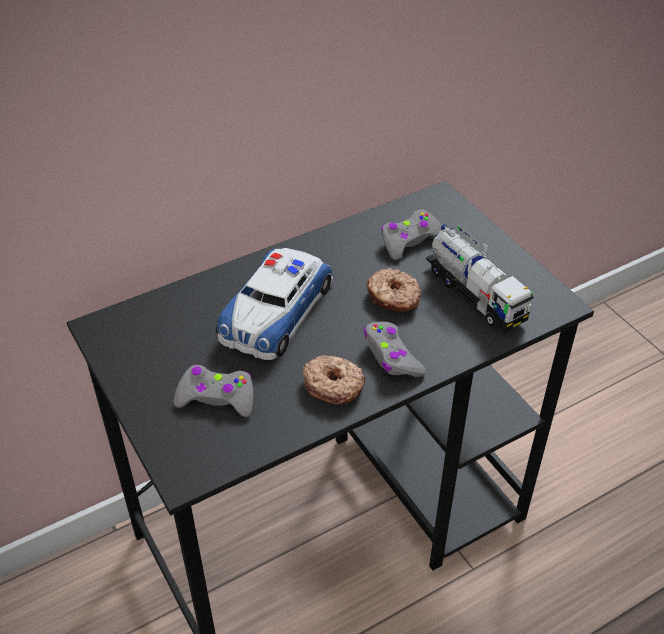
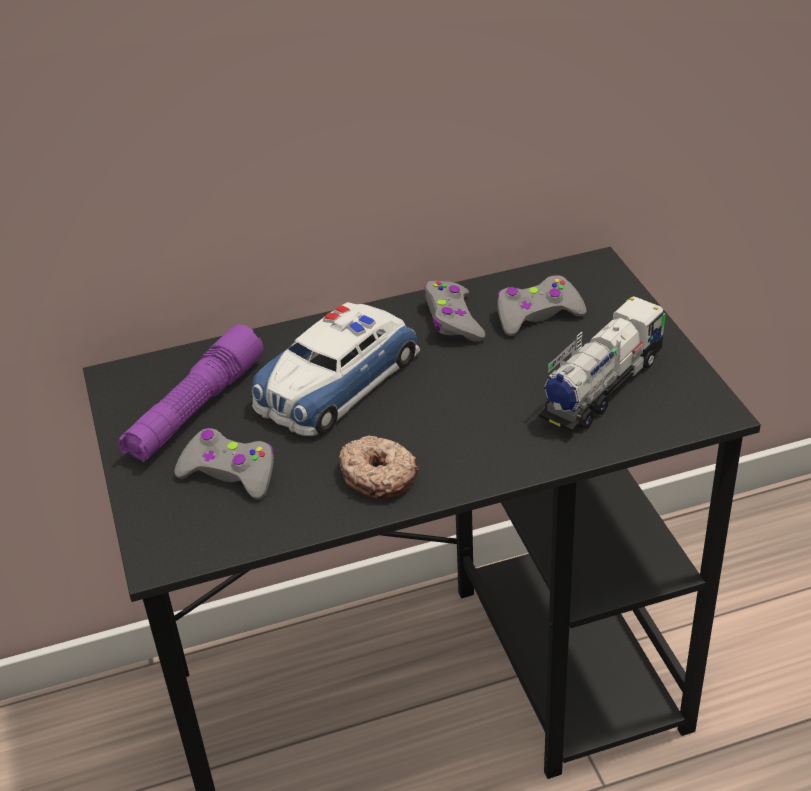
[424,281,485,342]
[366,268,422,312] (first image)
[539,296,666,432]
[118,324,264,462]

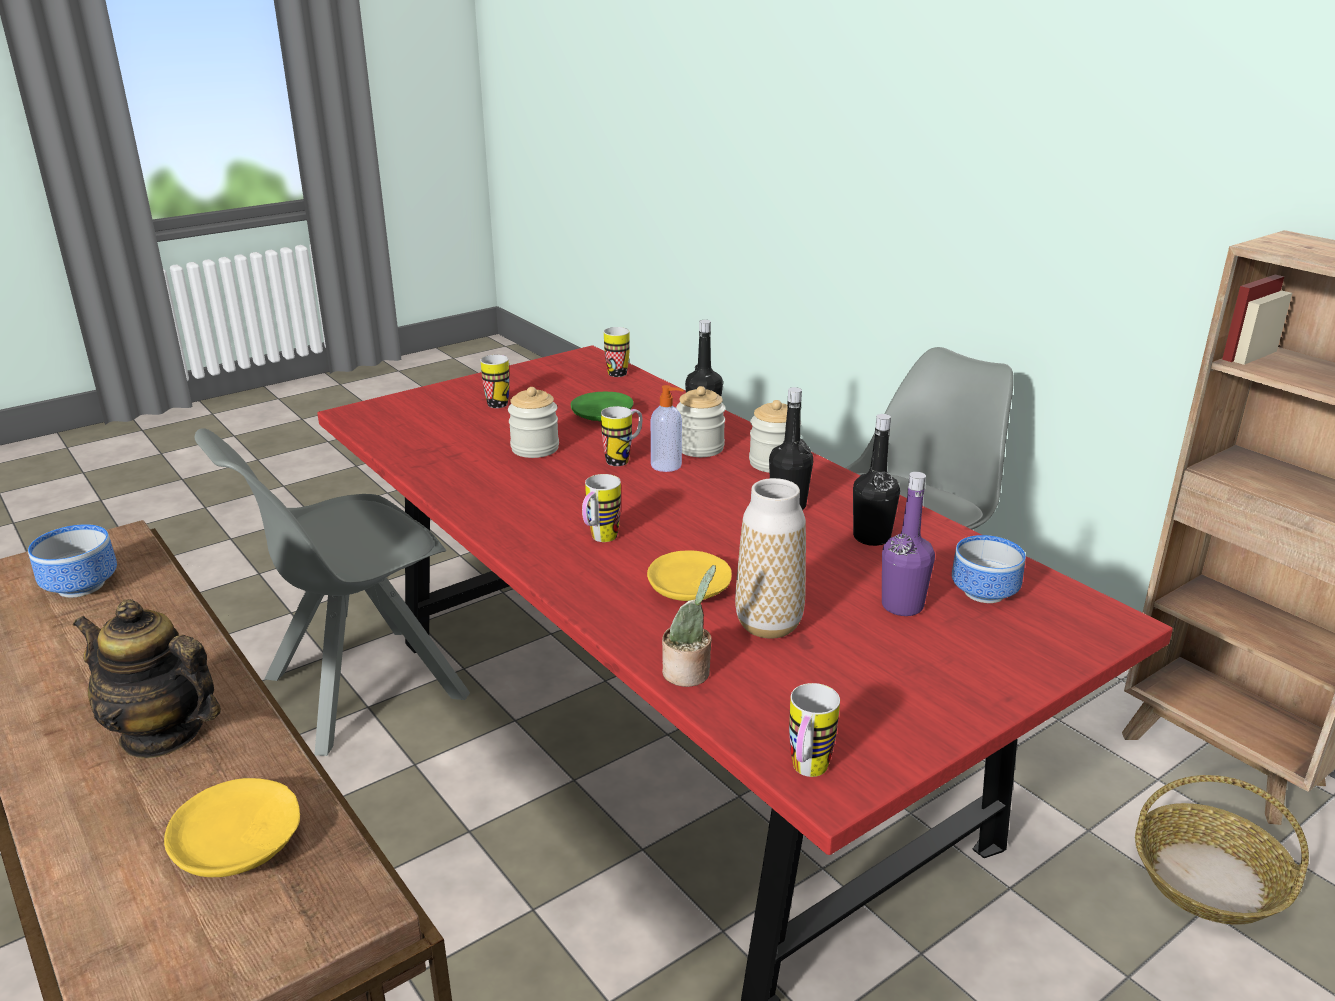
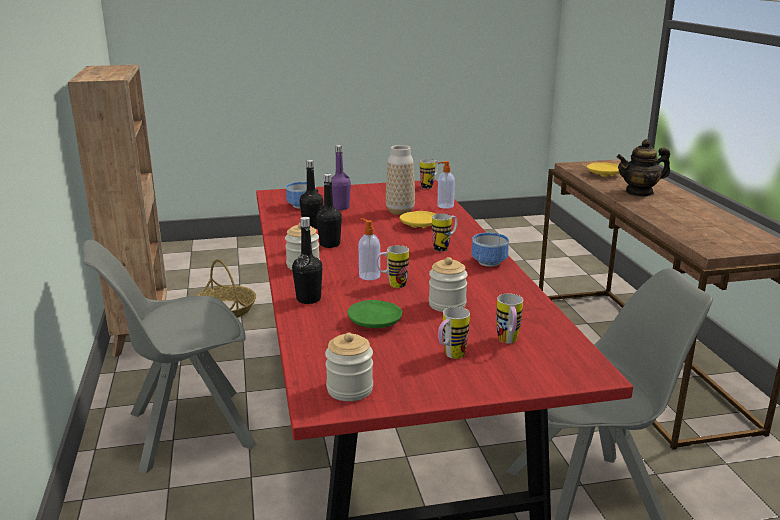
[471,233,509,267]
[617,139,670,197]
[496,294,523,343]
[437,161,455,209]
[325,333,373,401]

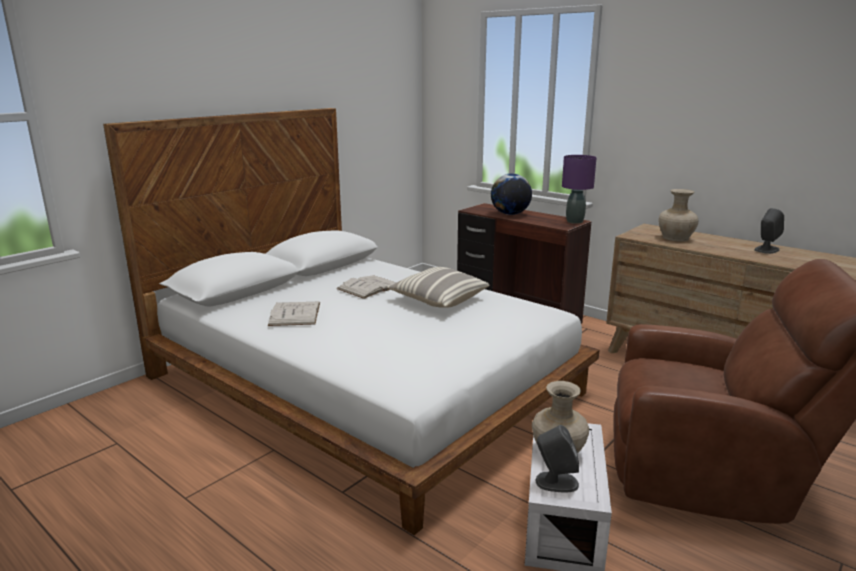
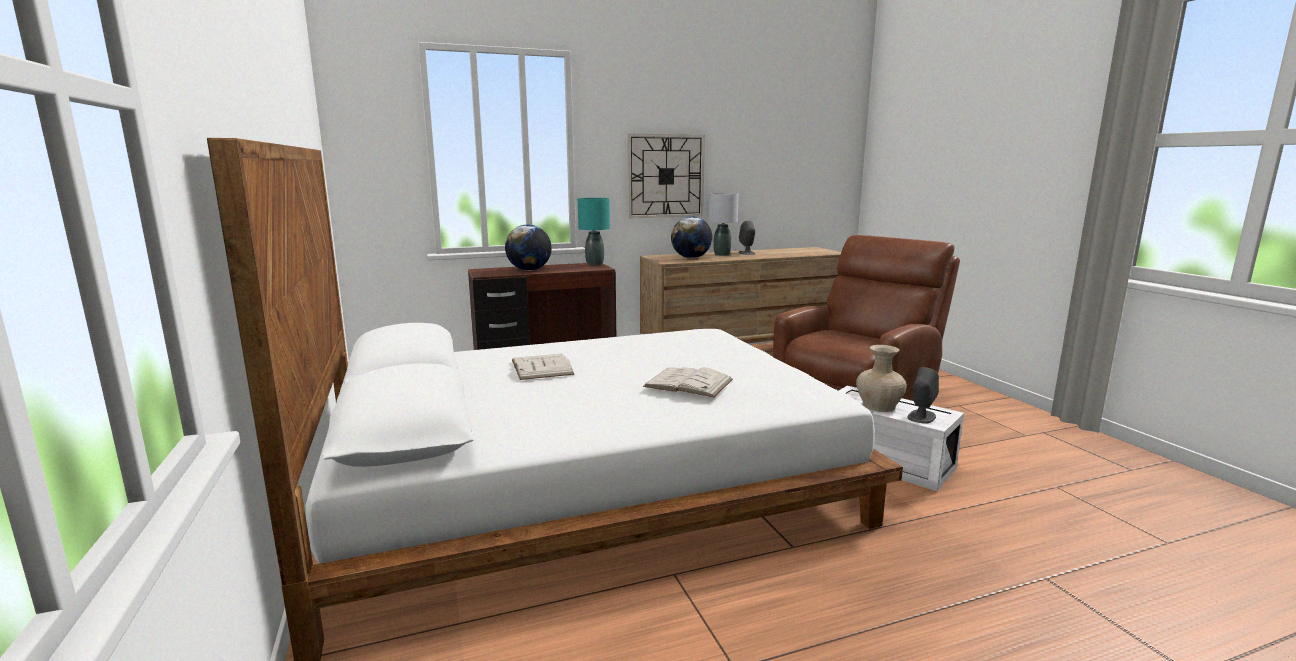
[643,367,733,397]
[387,267,489,308] (first image)
[578,198,610,266]
[671,216,712,258]
[627,134,705,218]
[708,193,739,256]

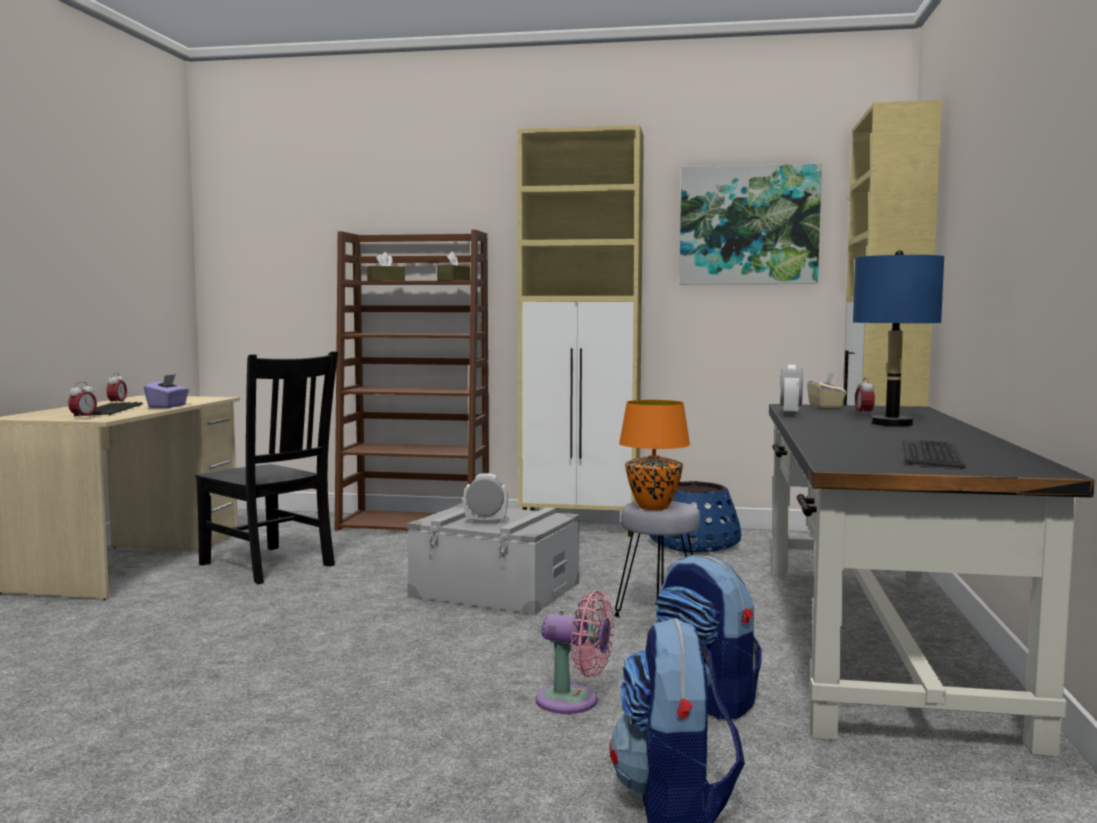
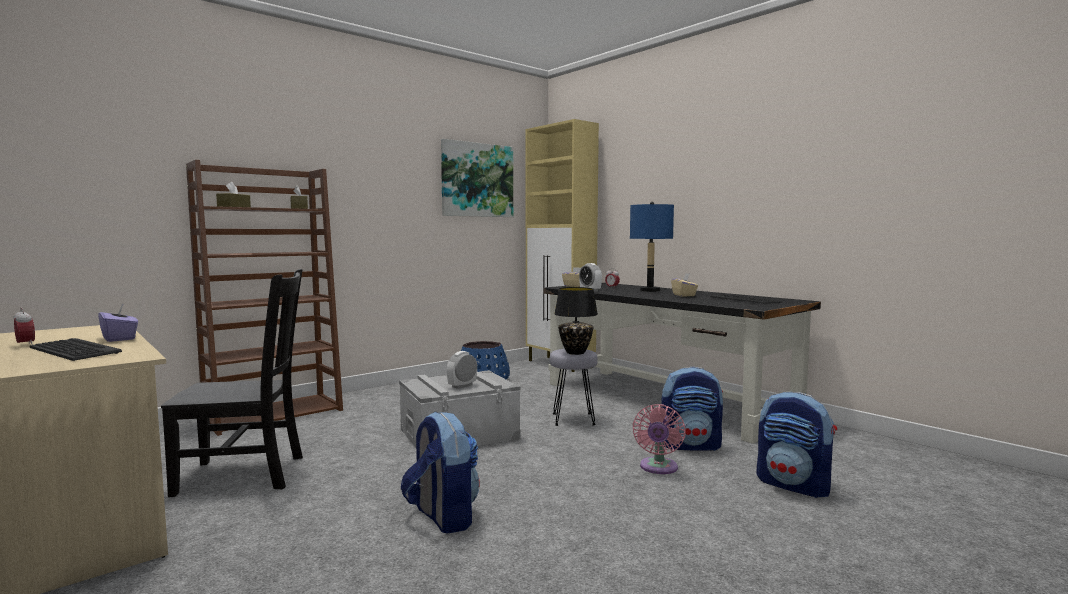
[68,382,97,420] (first image)
[518,125,644,537] (first image)
[632,404,686,474]
[554,287,598,355]
[401,411,480,533]
[671,273,698,296]

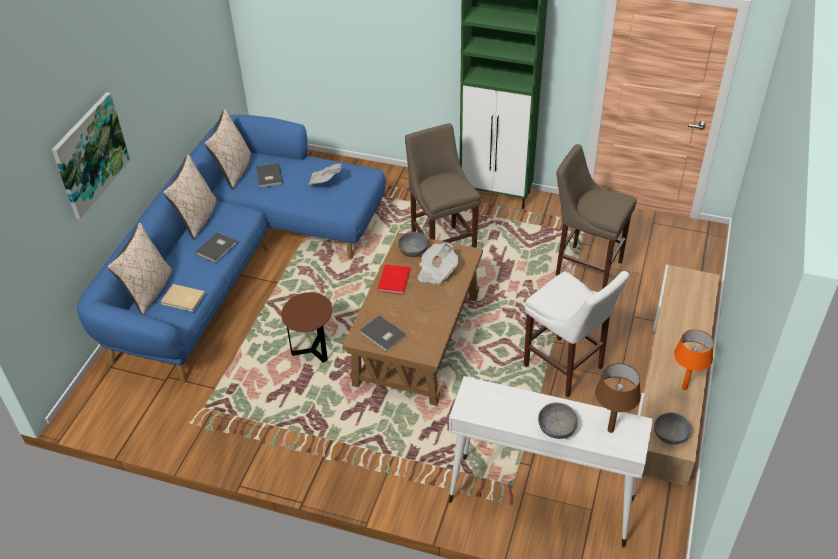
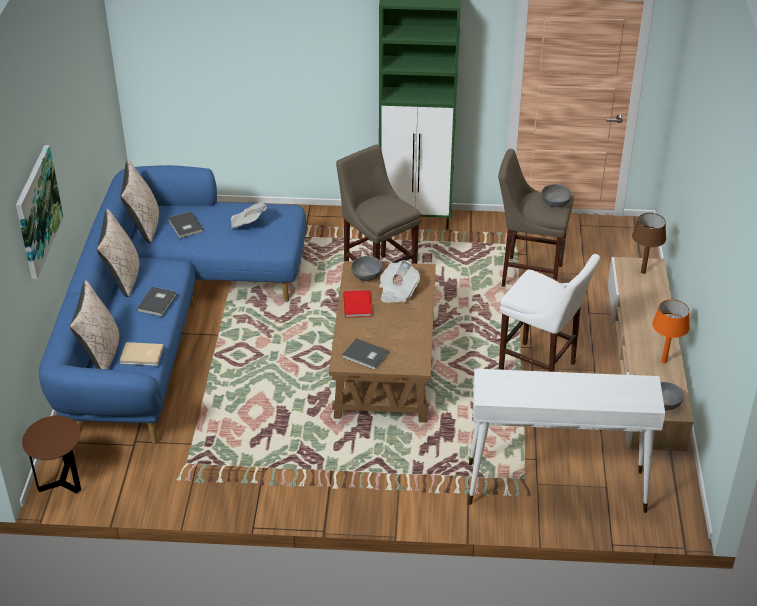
[22,416,81,494]
[541,184,572,207]
[632,213,666,274]

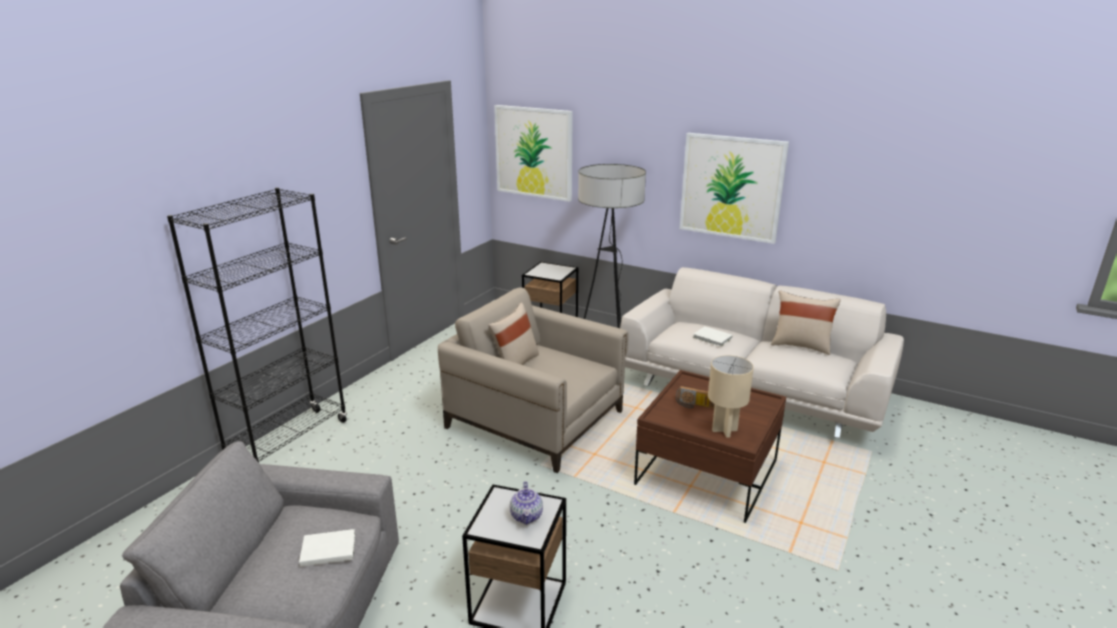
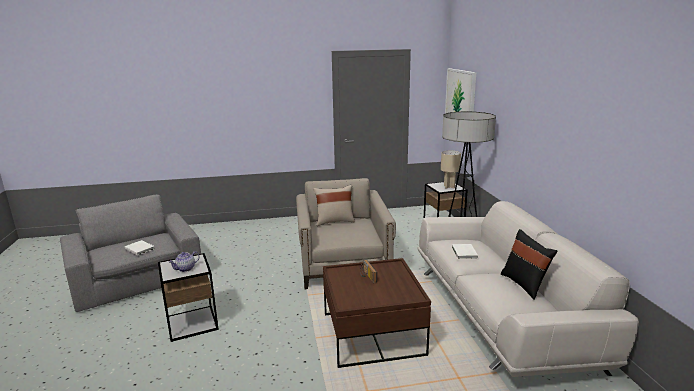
[167,187,347,462] (first image)
[680,133,789,244] (first image)
[441,151,461,189]
[501,229,557,300]

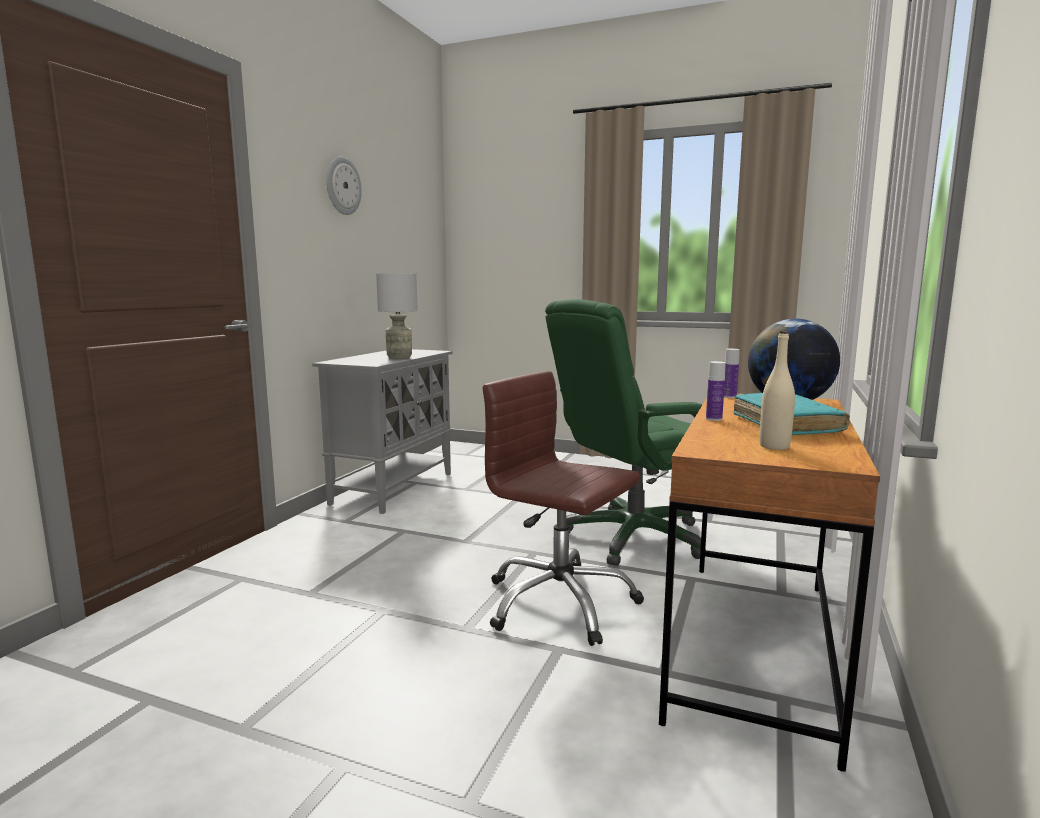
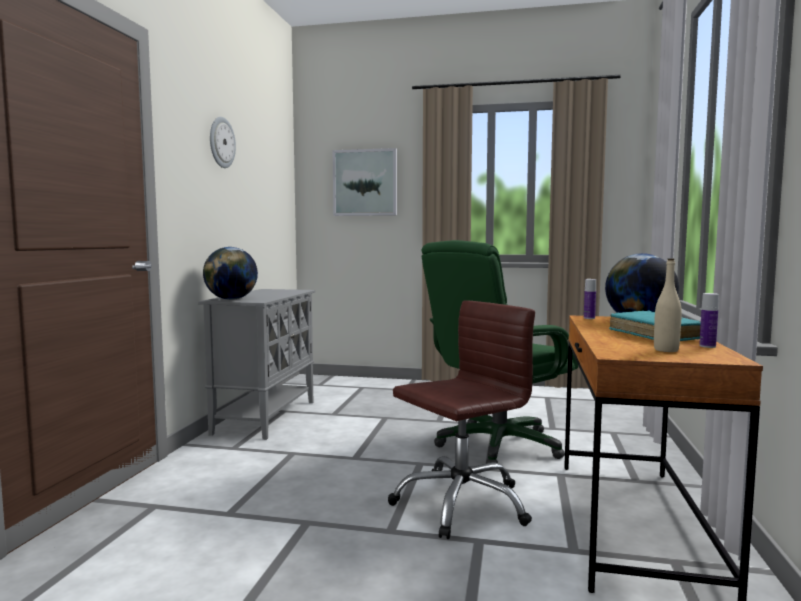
[376,273,418,359] (first image)
[388,300,535,539]
[699,293,719,348]
[203,247,258,300]
[333,148,397,216]

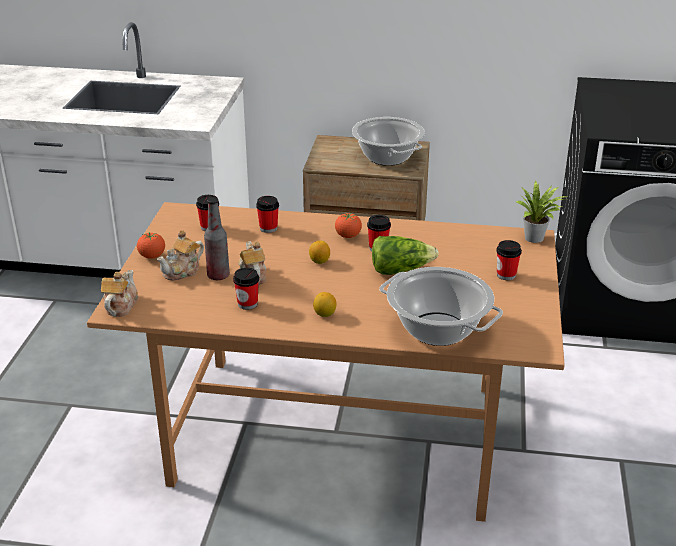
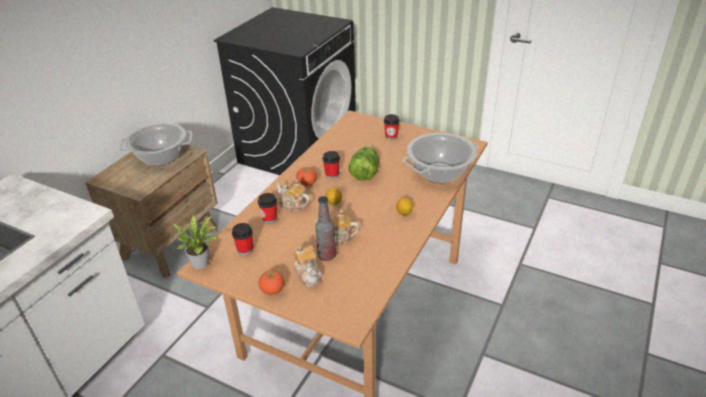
[276,178,310,212]
[233,268,259,310] (first image)
[173,215,218,269]

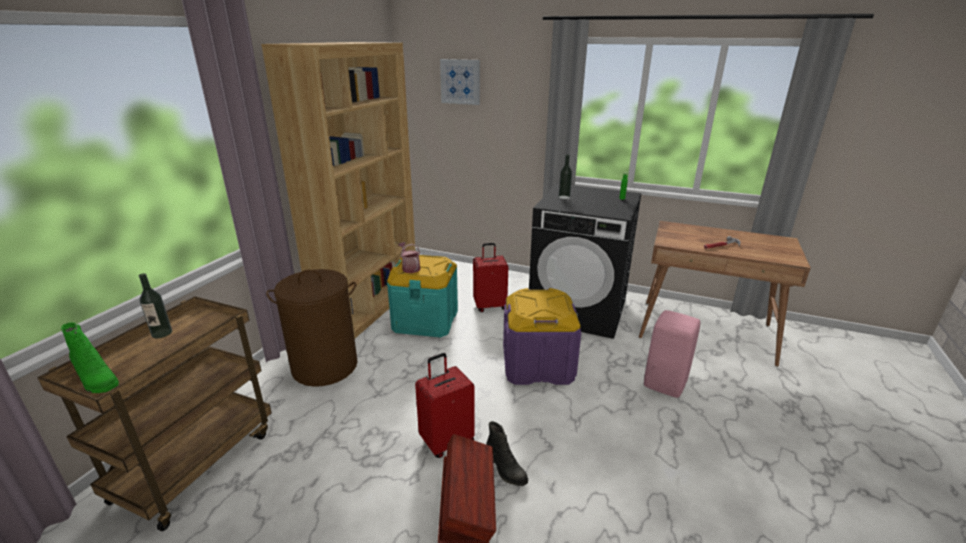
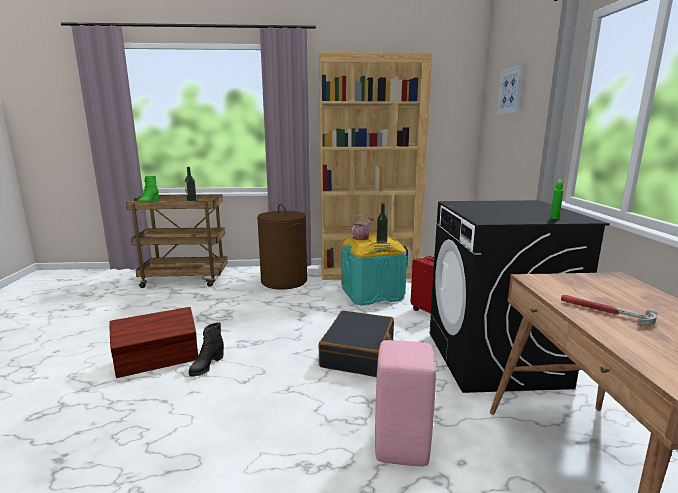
[415,353,475,458] (first image)
[318,311,394,377]
[376,203,388,244]

